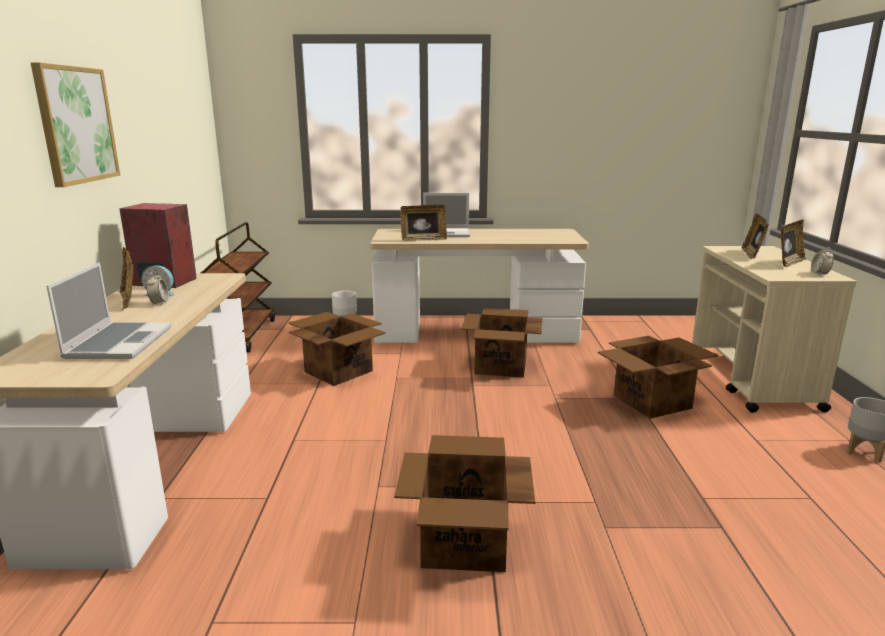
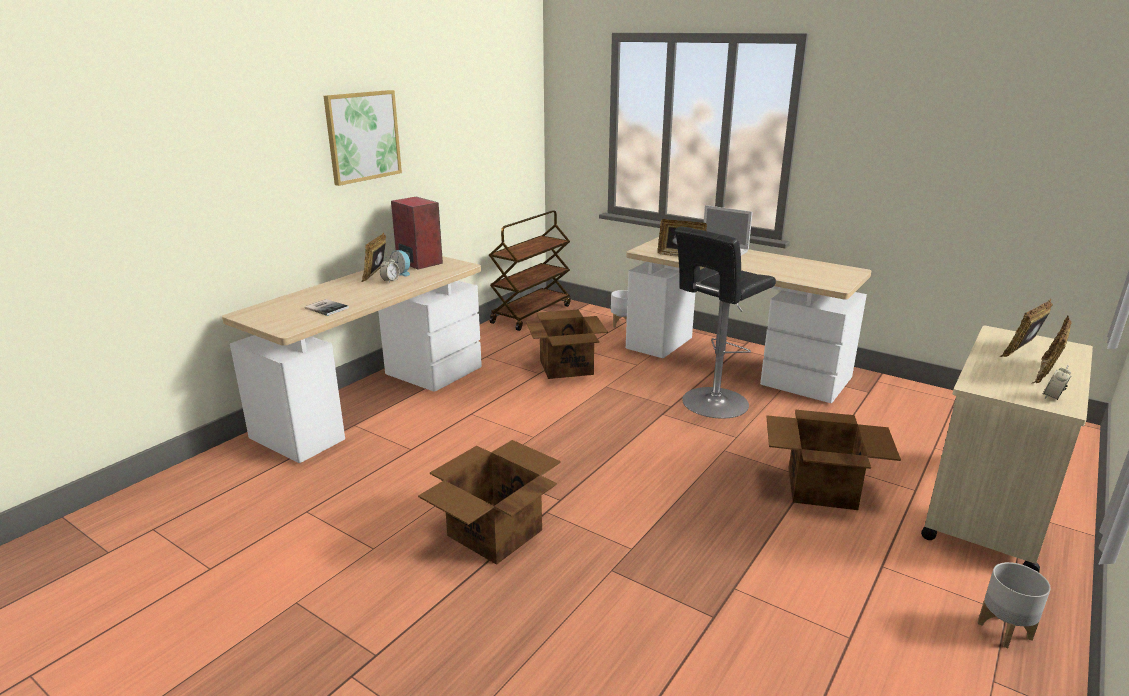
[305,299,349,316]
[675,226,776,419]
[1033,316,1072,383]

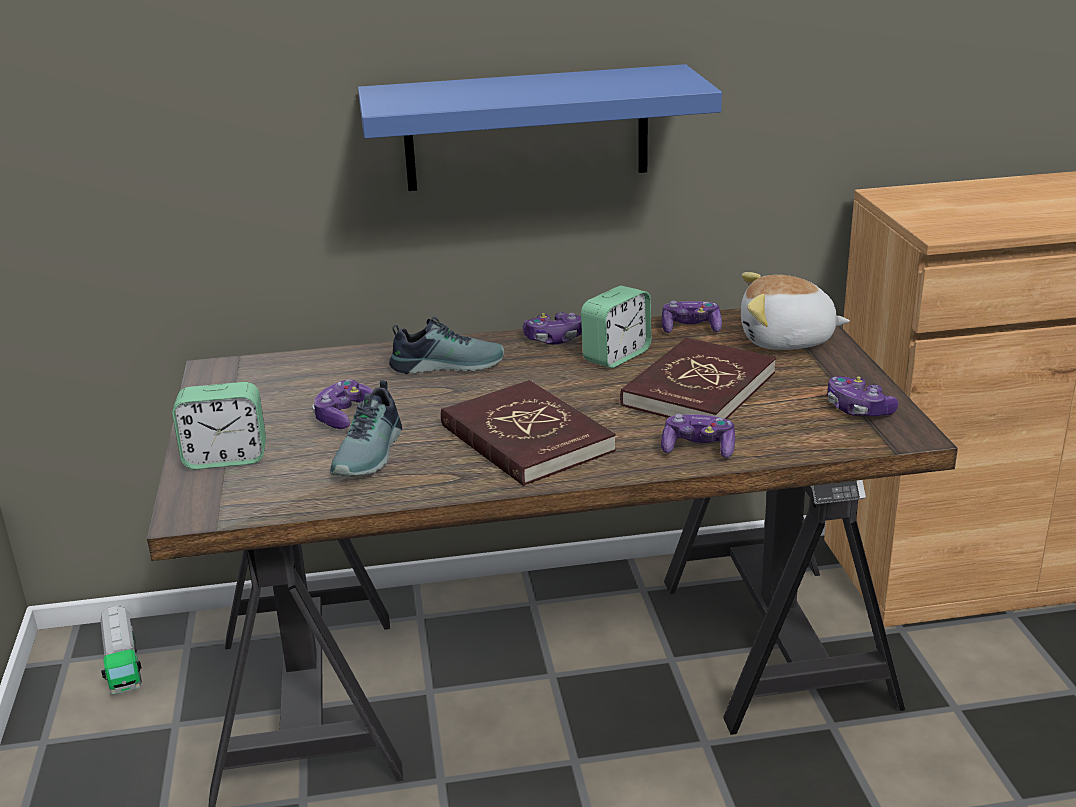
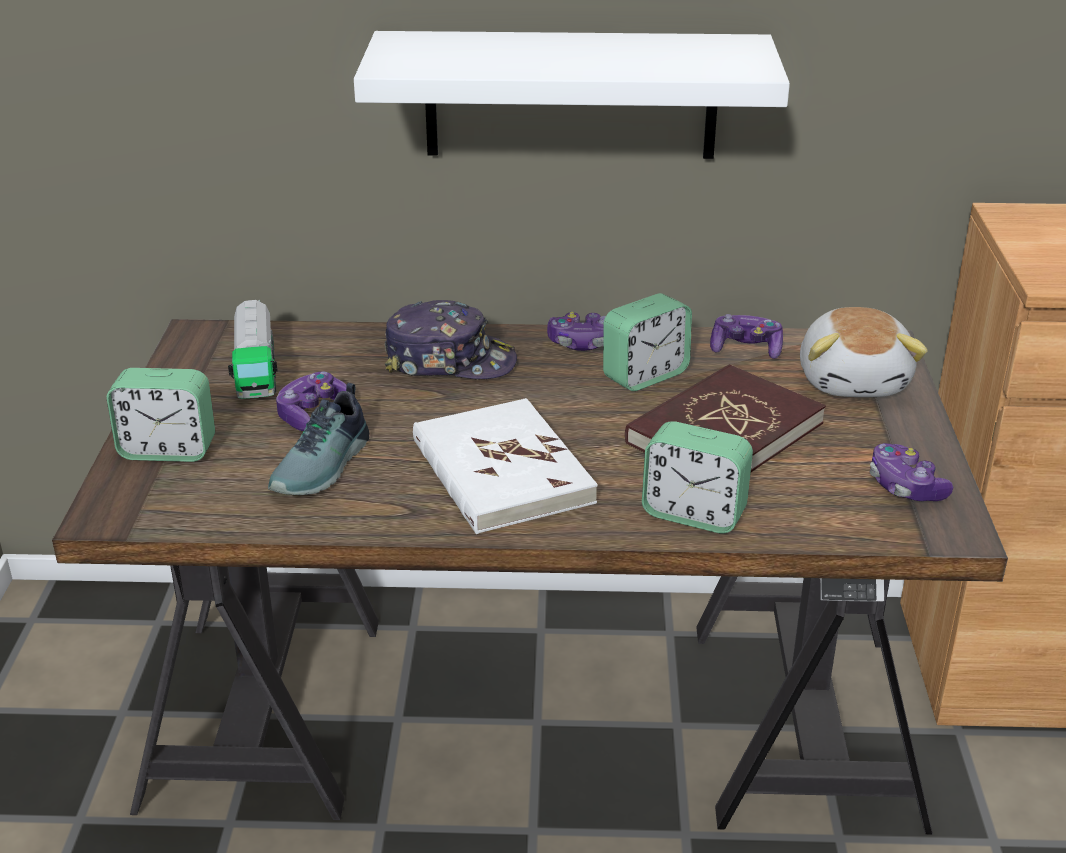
[228,300,278,399]
[354,31,790,159]
[385,300,517,380]
[413,398,598,534]
[642,421,753,534]
[800,307,928,397]

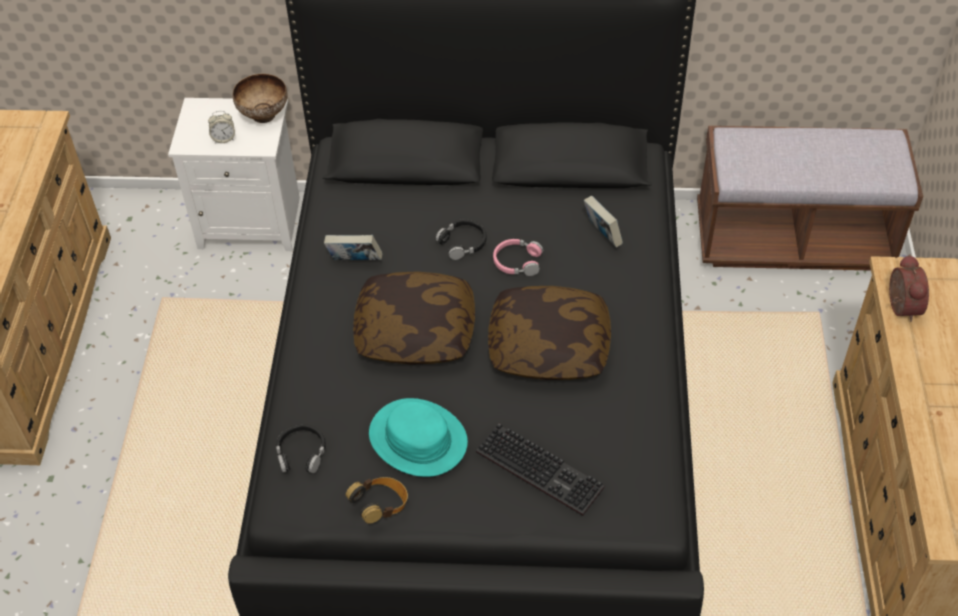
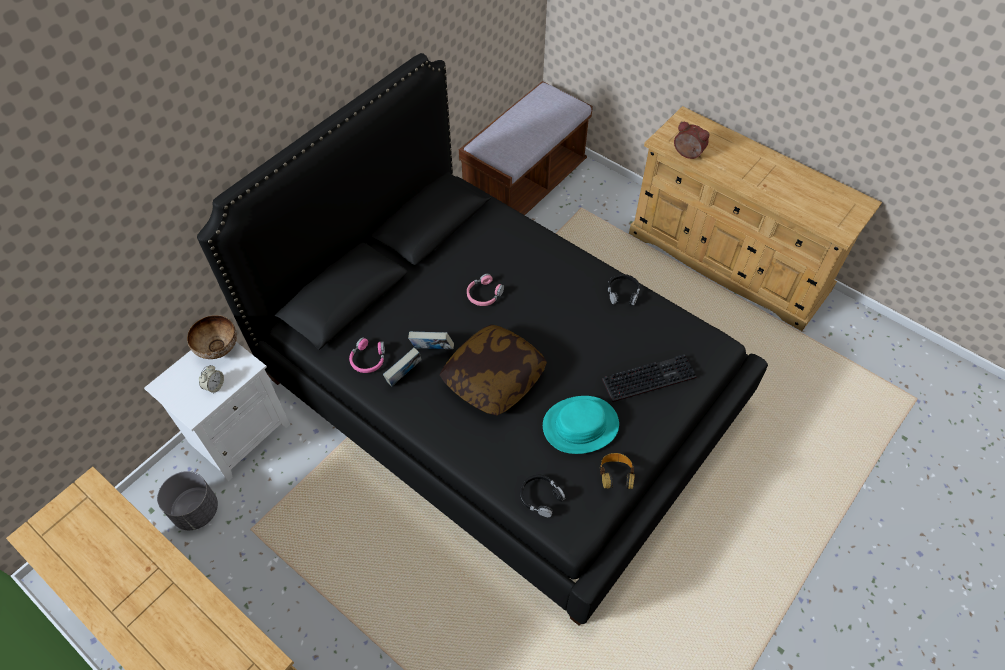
[608,274,640,306]
[488,286,611,380] (first image)
[408,331,454,349]
[157,471,218,530]
[349,337,385,373]

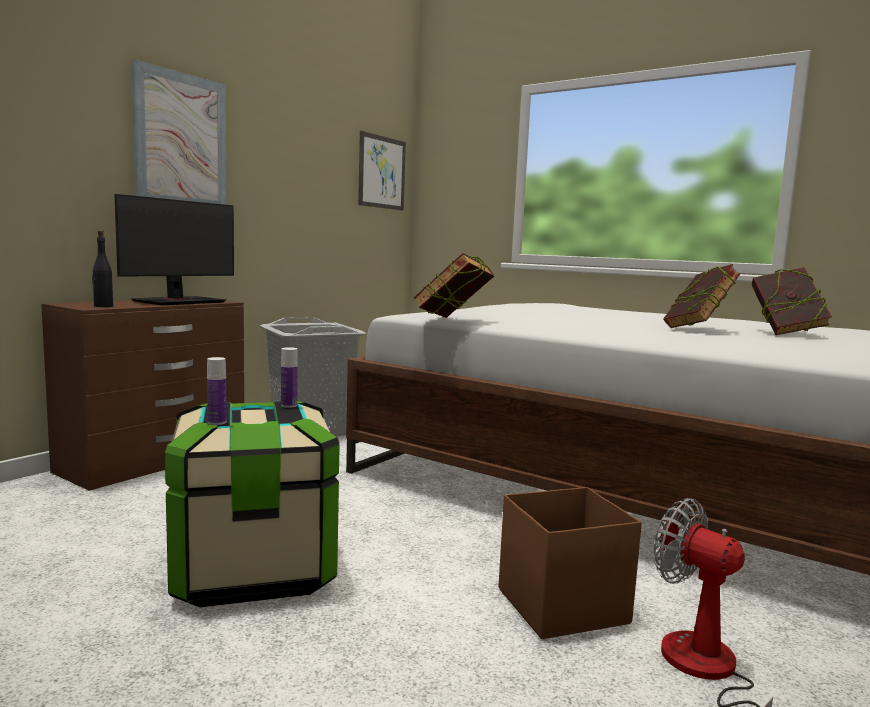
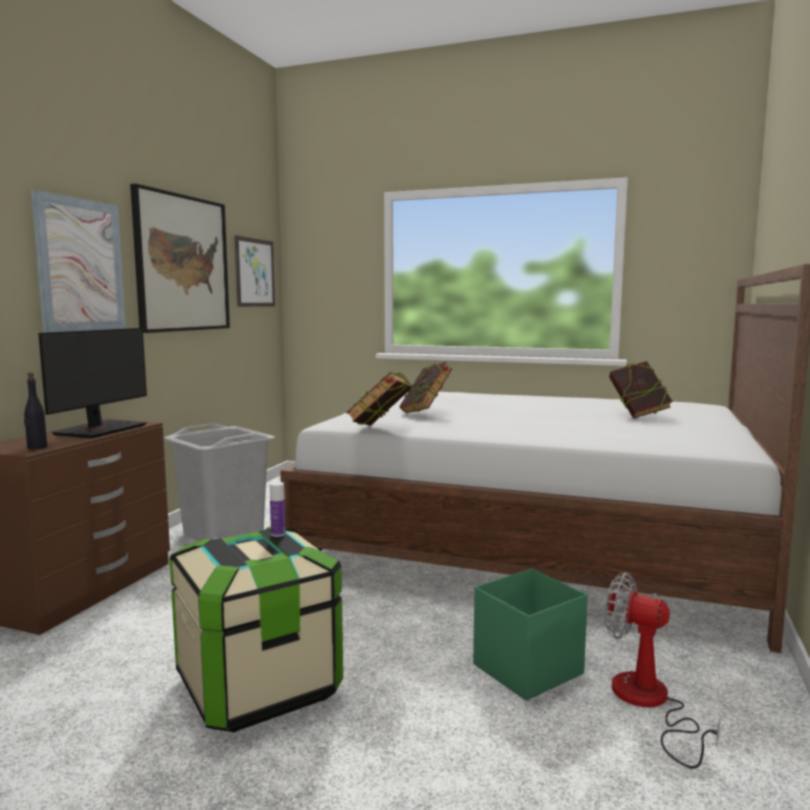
[207,357,227,425] (first image)
[473,569,588,701]
[399,361,453,413]
[130,184,230,333]

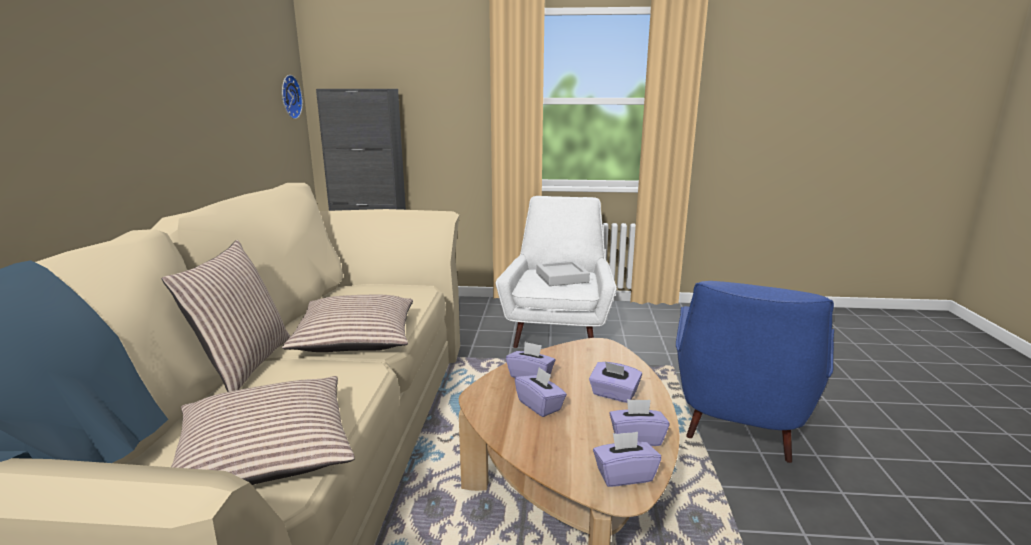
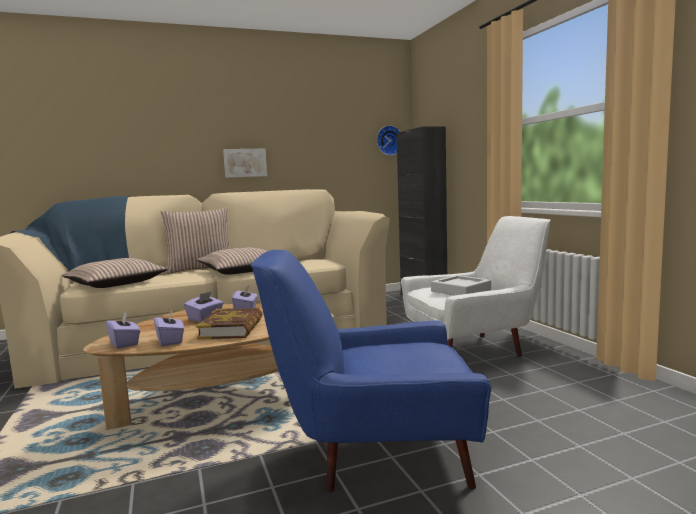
[196,308,262,340]
[223,149,267,178]

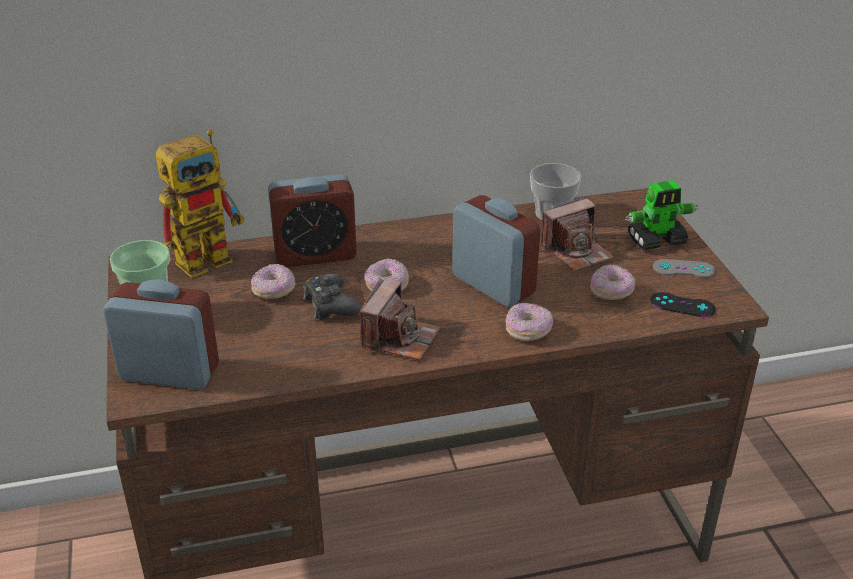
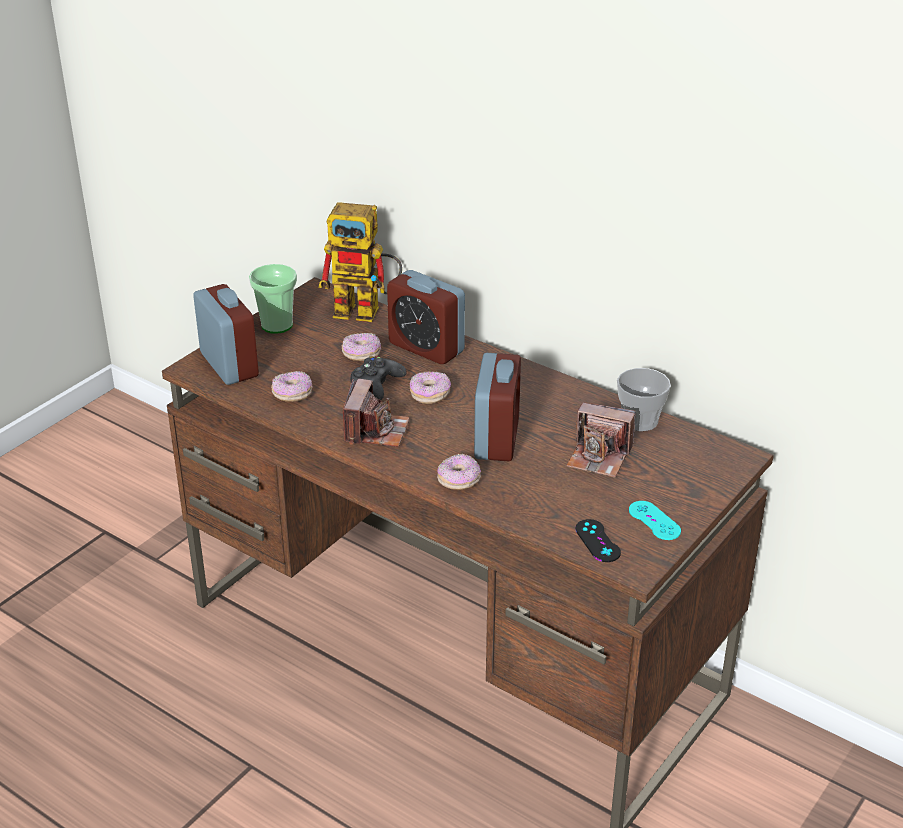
[343,379,410,447]
[271,371,313,402]
[625,180,698,250] (first image)
[629,501,681,540]

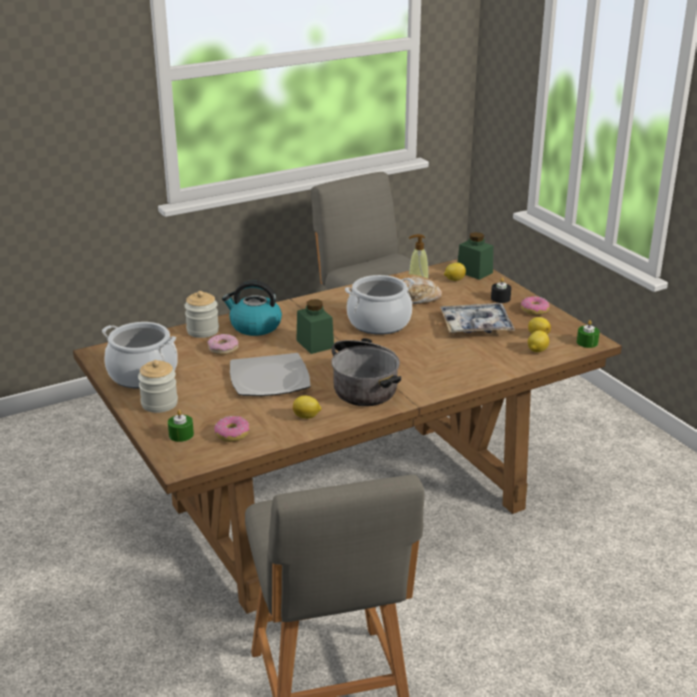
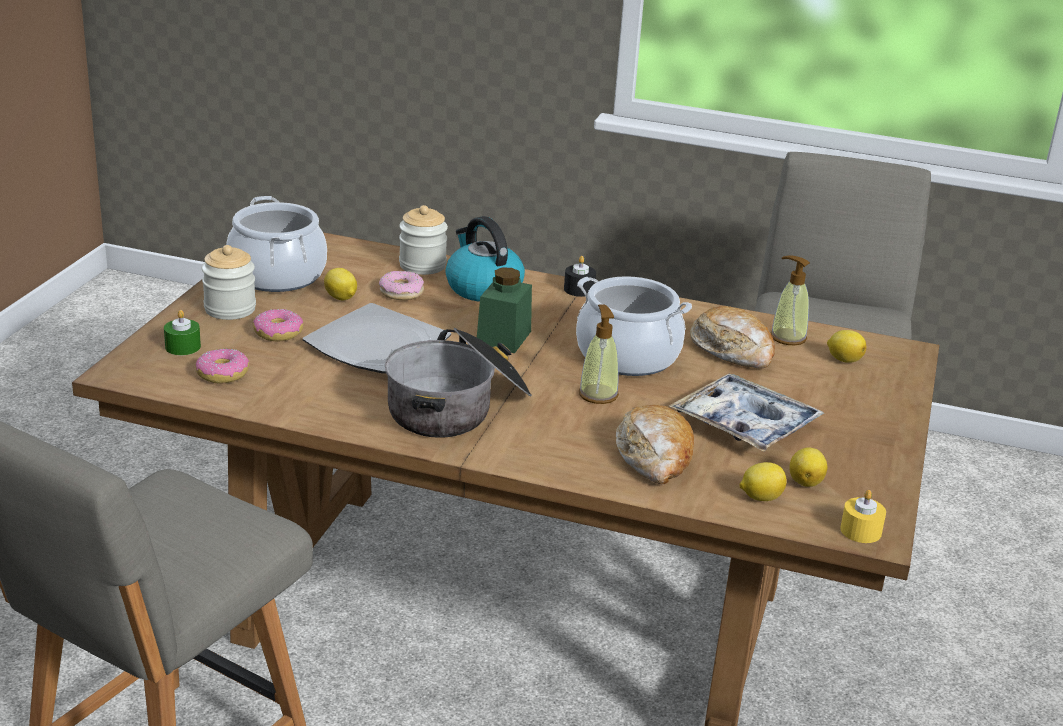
[324,268,357,301]
[457,232,493,280] (first image)
[564,256,596,297]
[253,309,303,341]
[840,490,886,543]
[579,304,619,404]
[616,405,694,484]

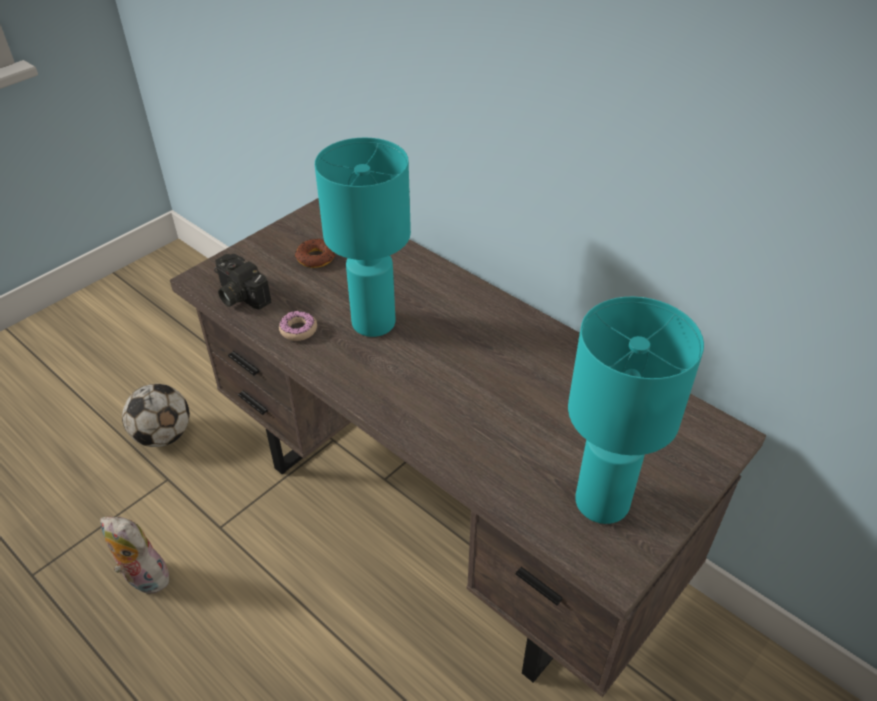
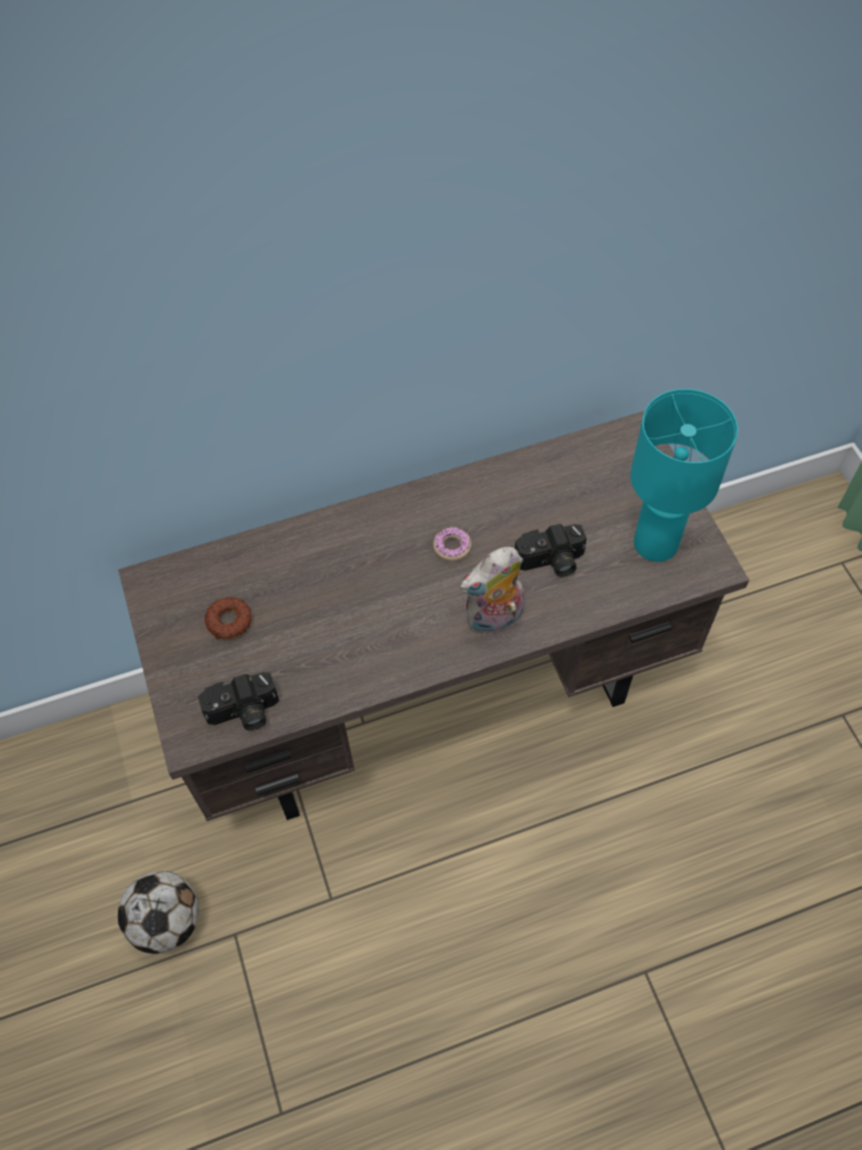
[460,547,524,635]
[433,527,472,561]
[315,138,411,337] (first image)
[515,524,587,577]

